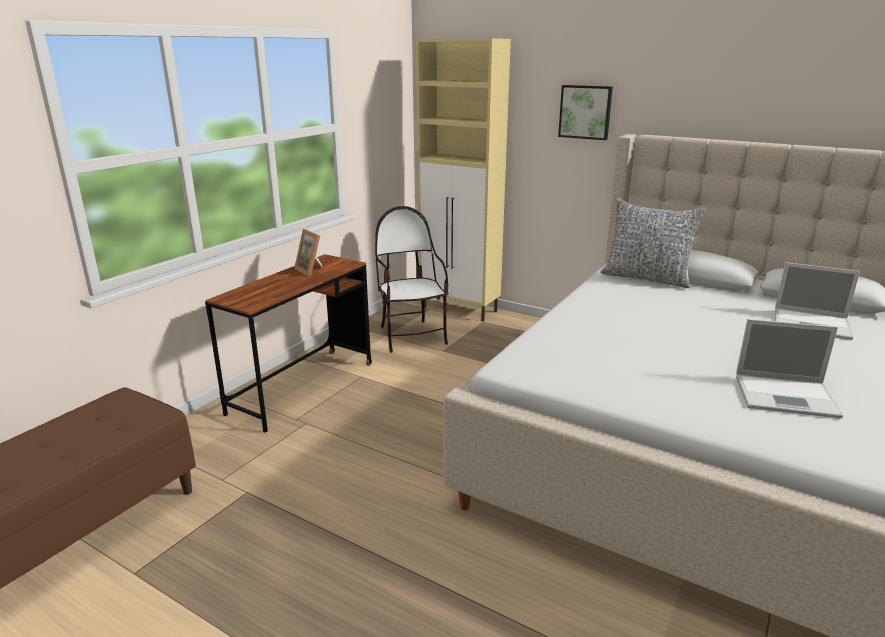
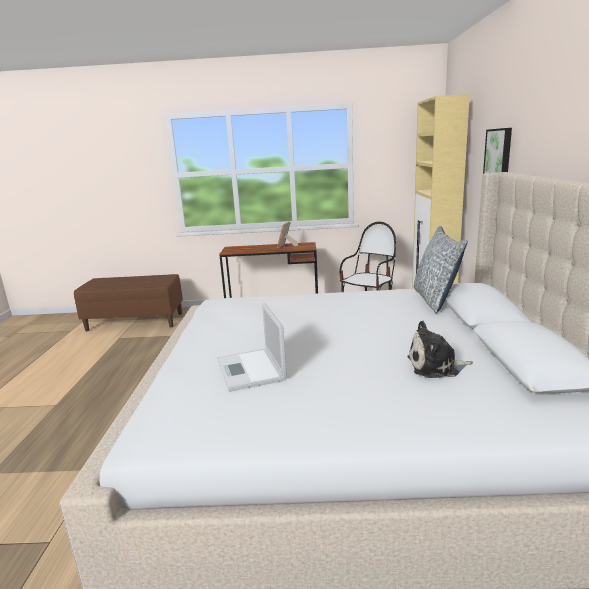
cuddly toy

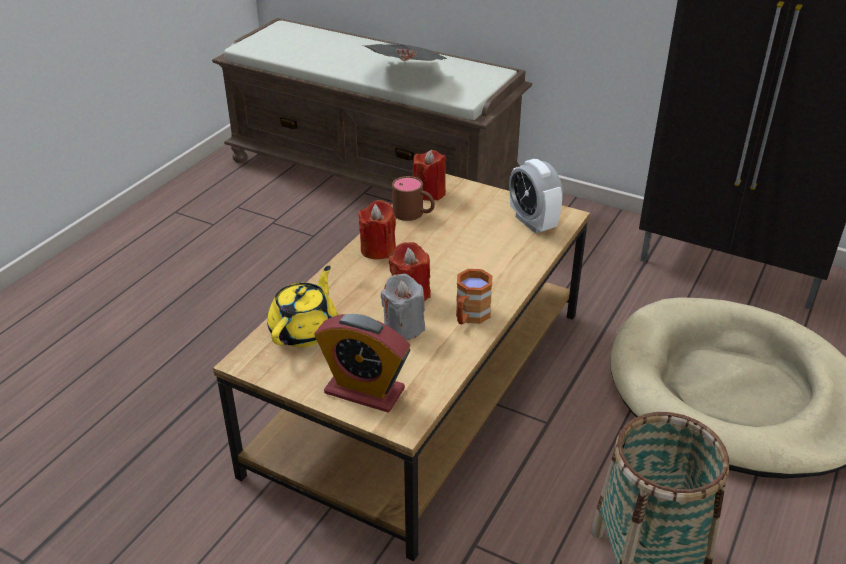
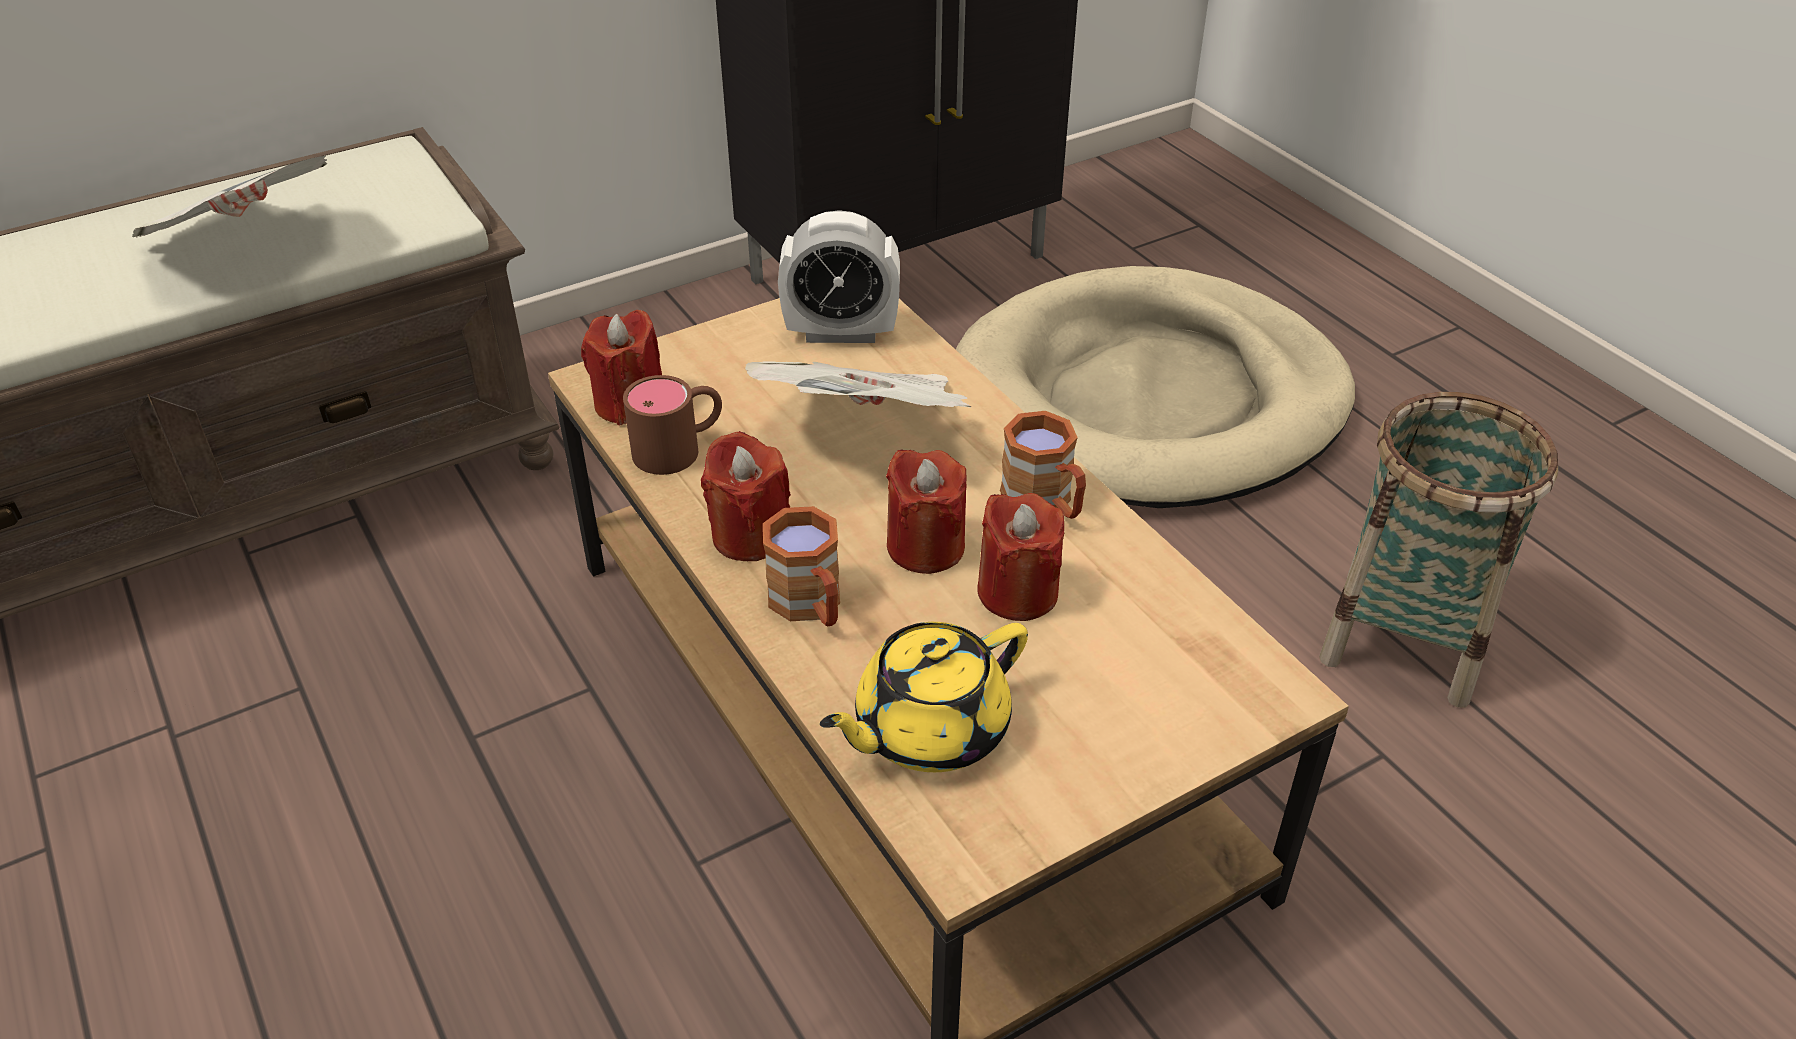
yellow pot for tea
table clock (1st from left in the first image)
red wax light (4th from left)
daily paper (2nd from left)
brown tea mug (2nd from left)

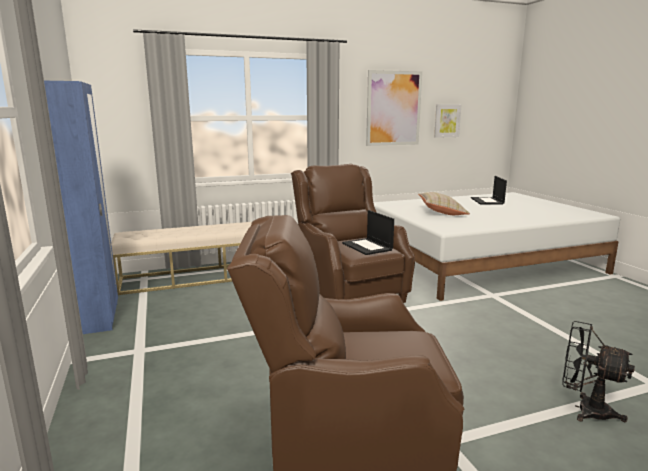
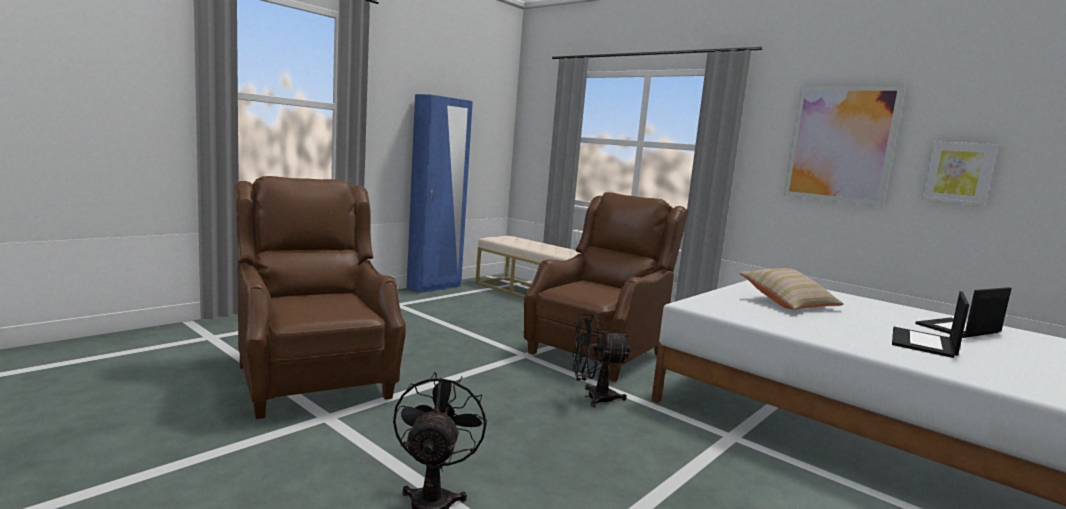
laptop (1st from left)
blackish cooling fan (2nd from left)

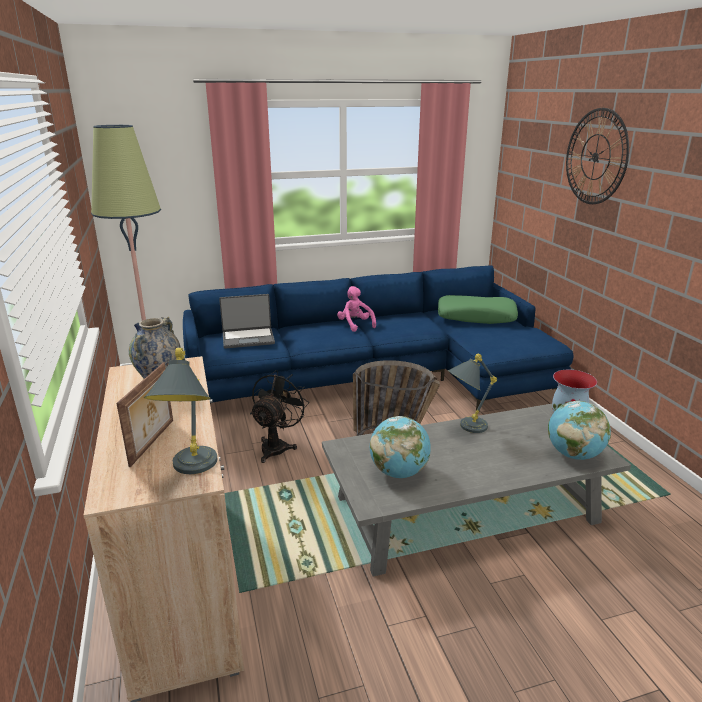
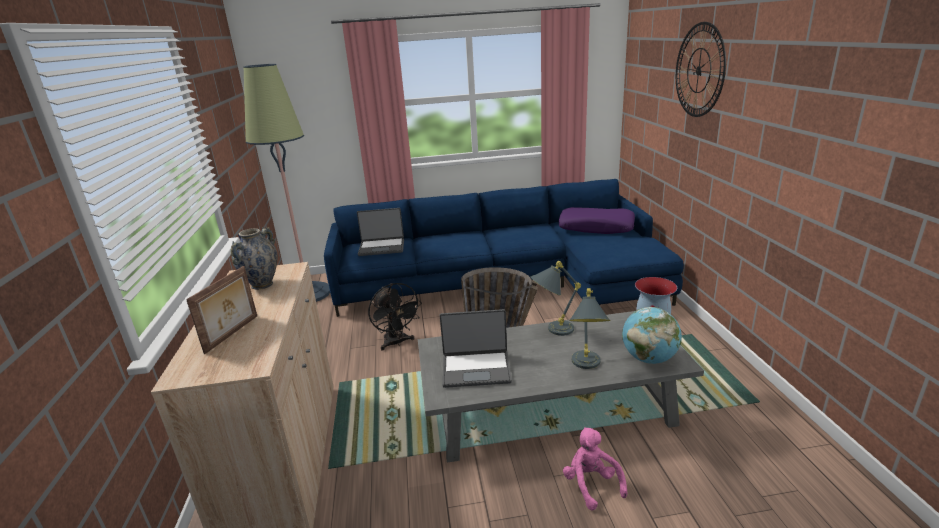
gray lamp for a table (2nd from left)
blackish cooling fan
pink cuddly toy
laptop (2nd from left)
purple cushion

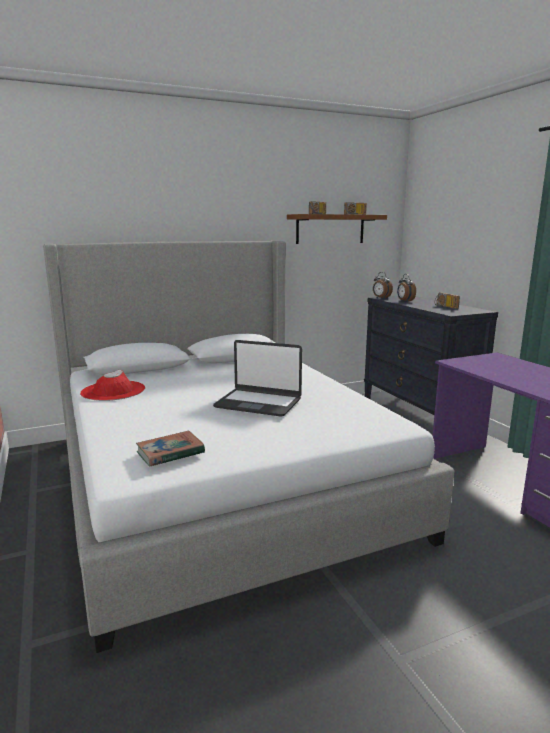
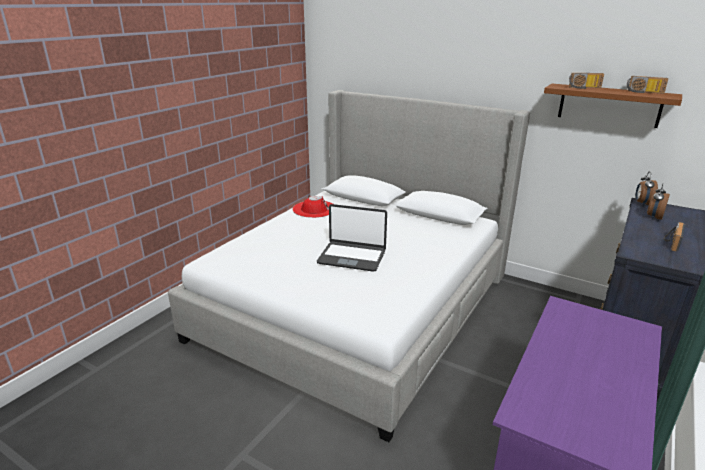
book
laptop

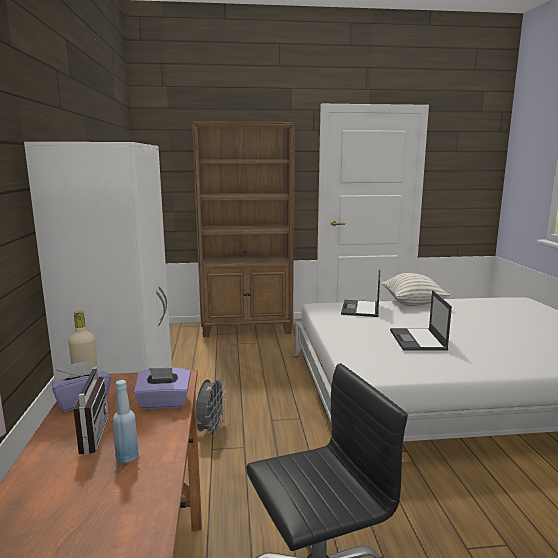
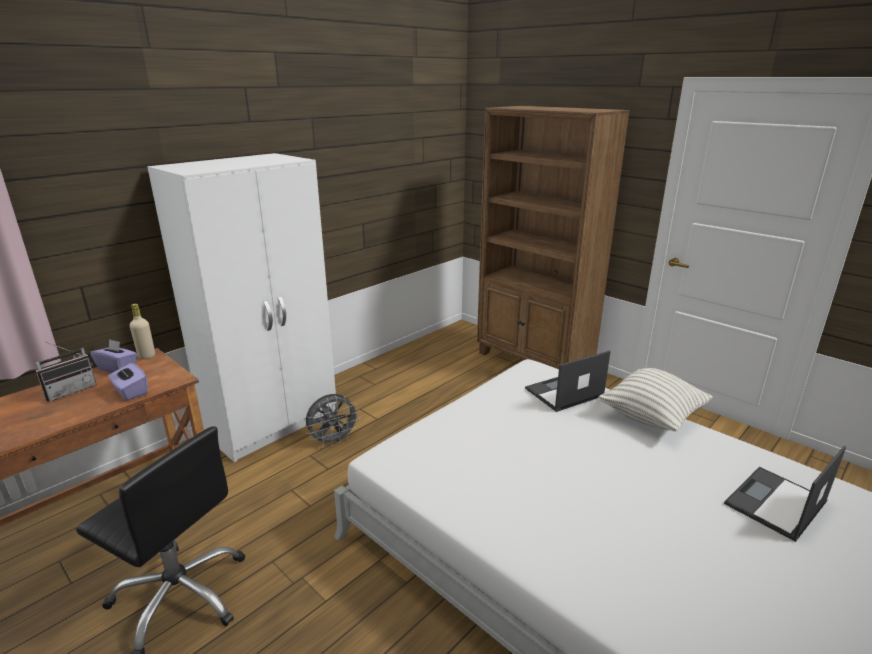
blue bottle
laptop (2nd from left)

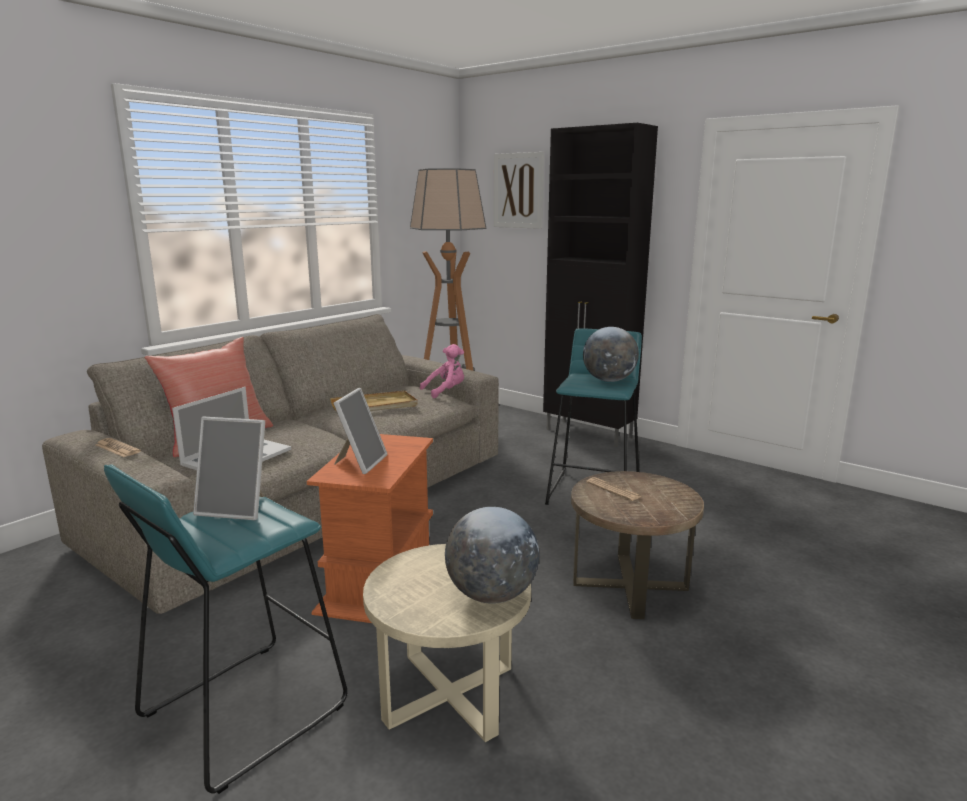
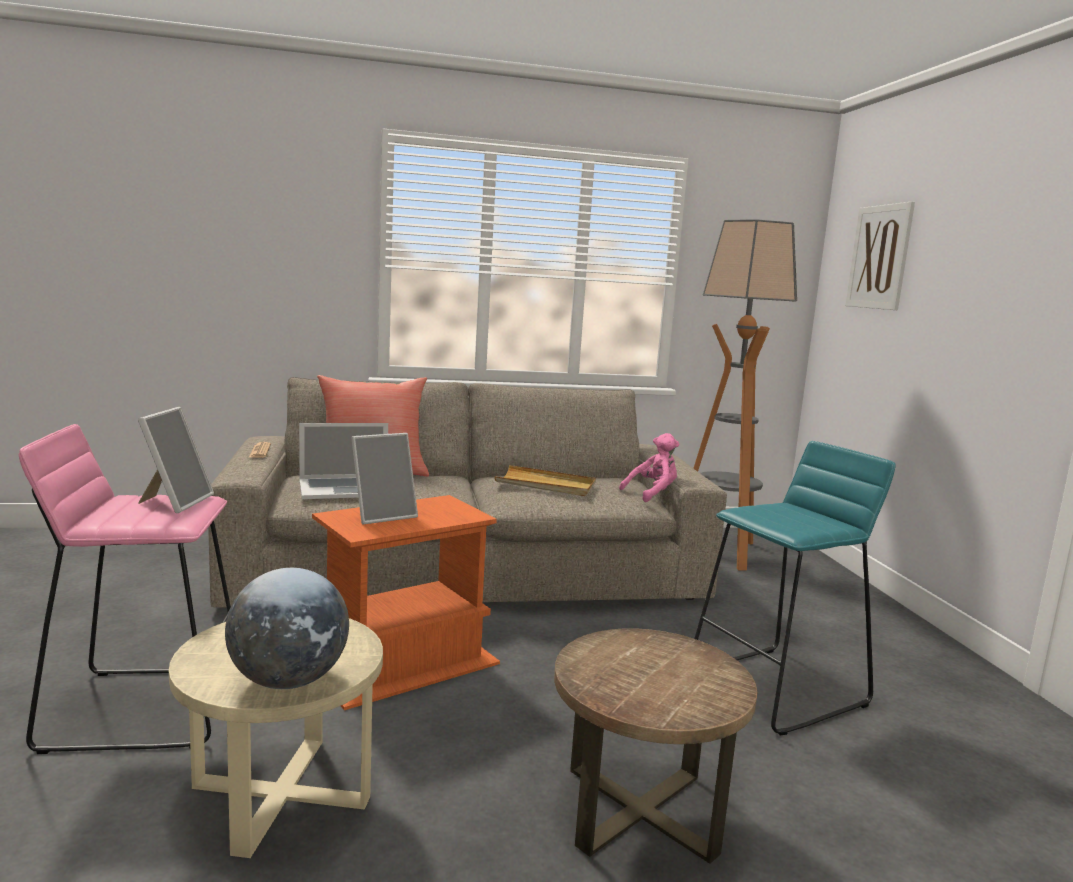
pink sitting stool
photo frame (1st from left)
pink cuddly toy
blackish cabinet
desk globe (2nd from left in the first image)
daily paper (2nd from left in the first image)

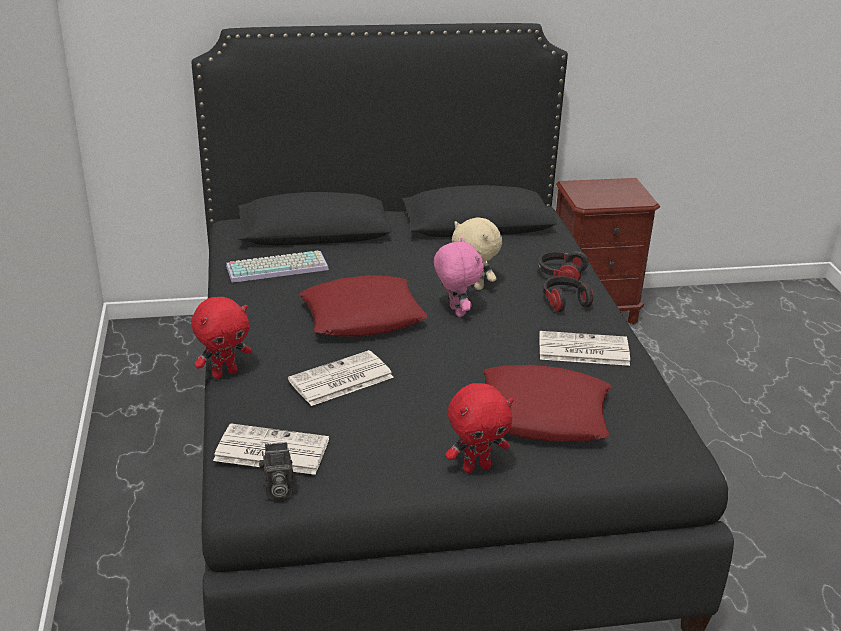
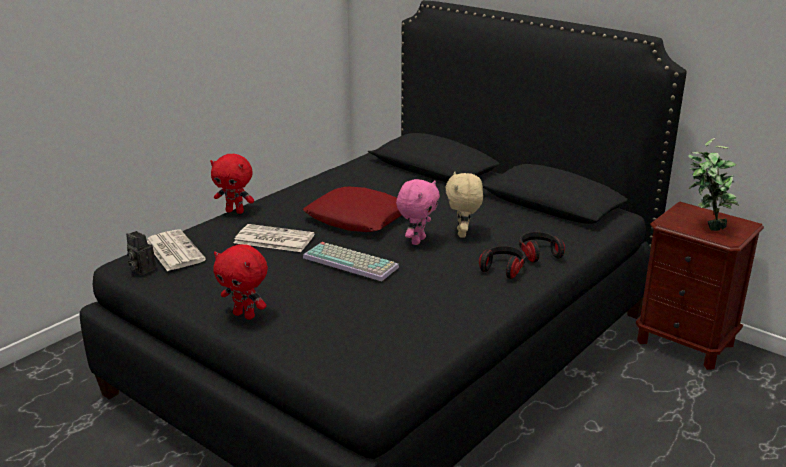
PC keyboard
red cushion (2nd from left in the first image)
daily paper (3rd from left in the first image)
plant in a pot

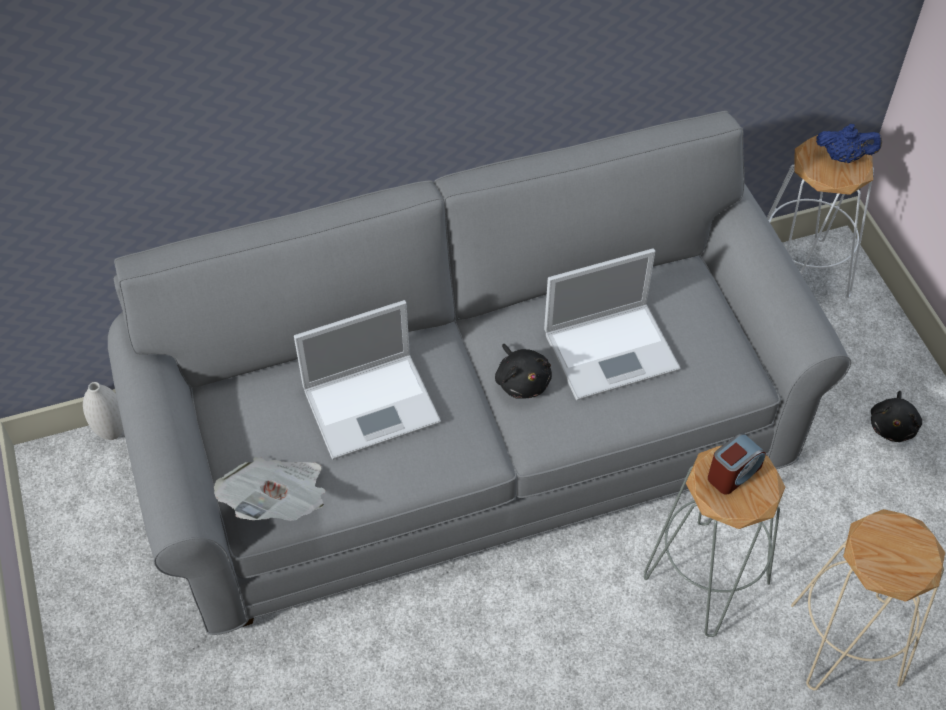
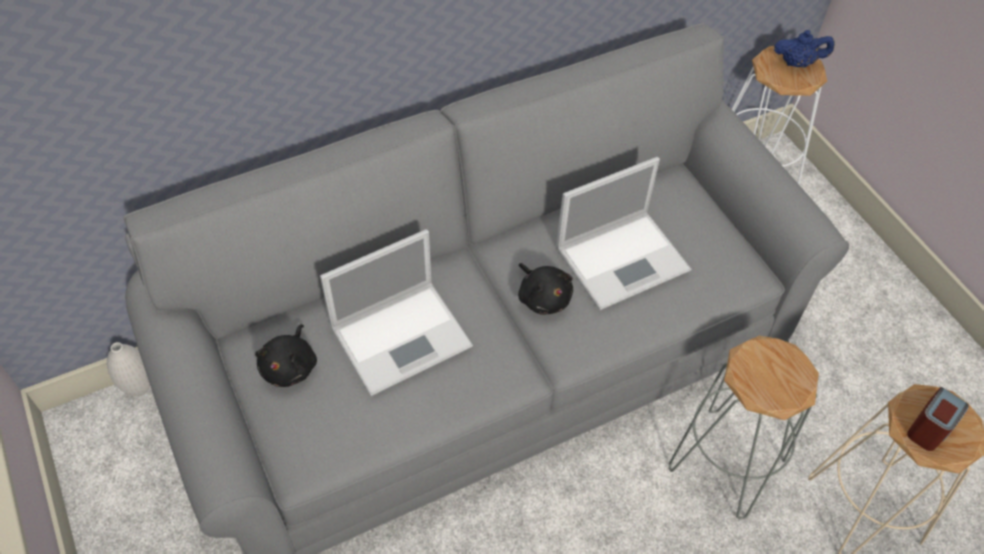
daily paper
table clock
blackish cuddly toy (1st from left)

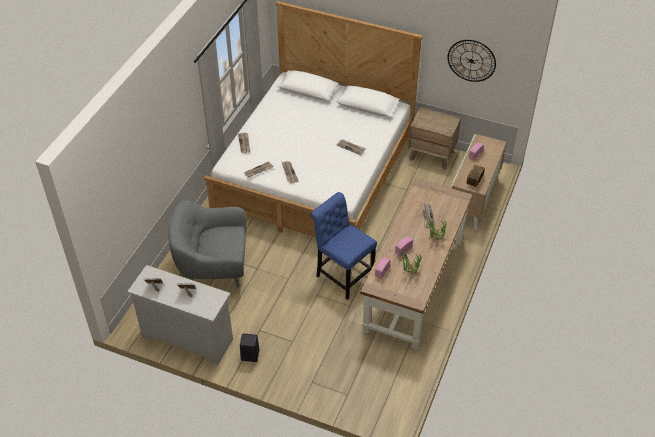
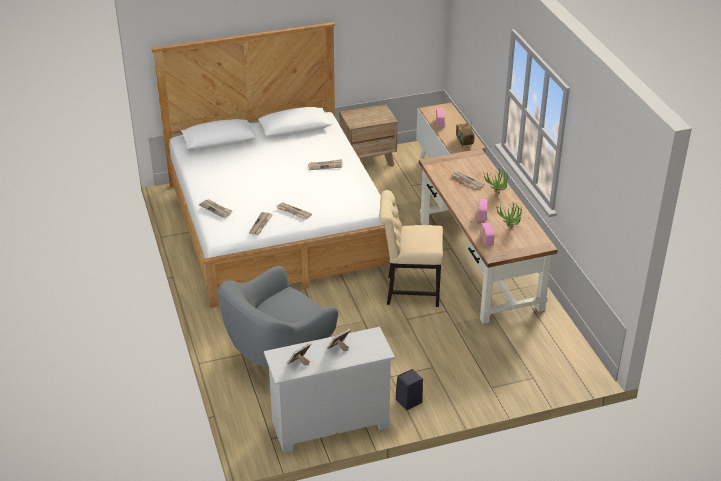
sand-coloured chair
wall clock

